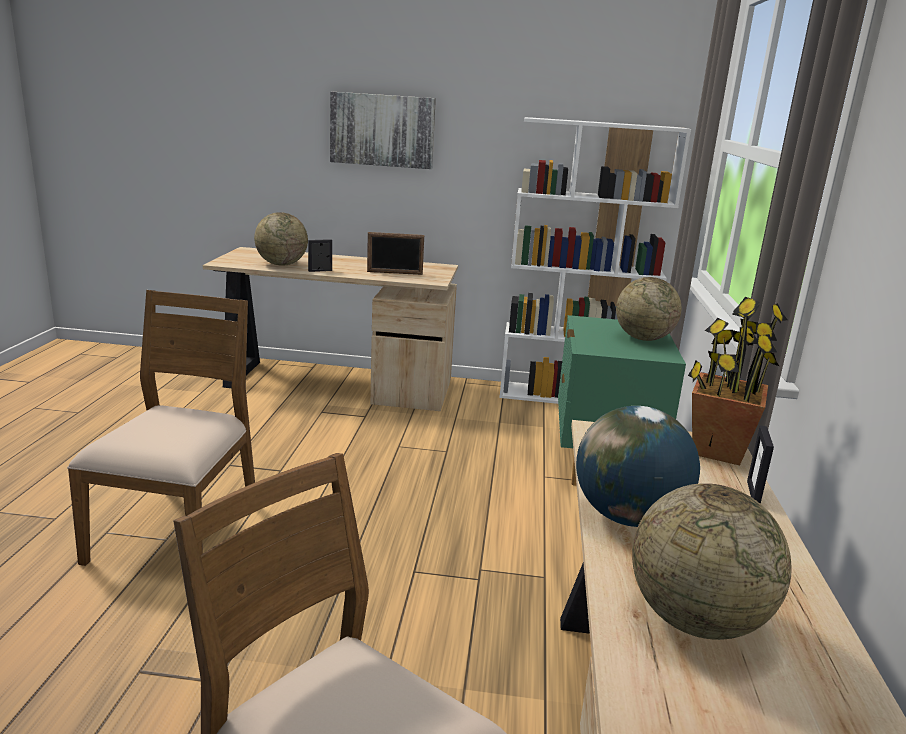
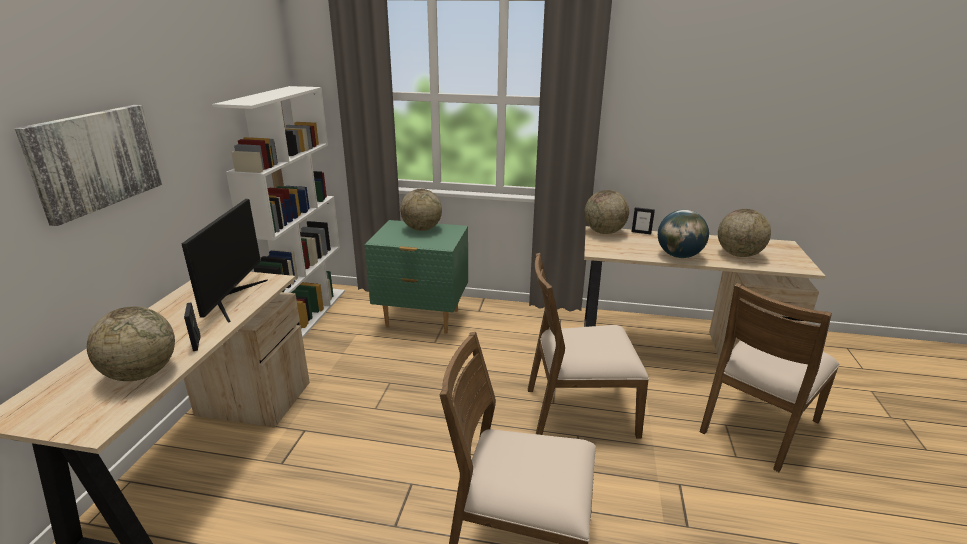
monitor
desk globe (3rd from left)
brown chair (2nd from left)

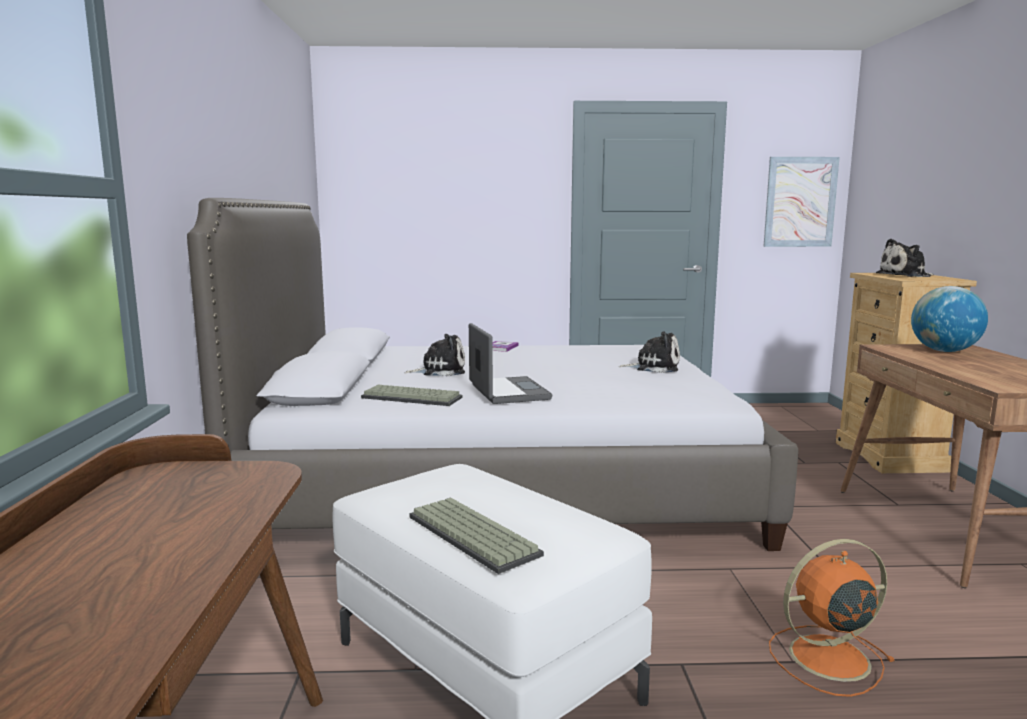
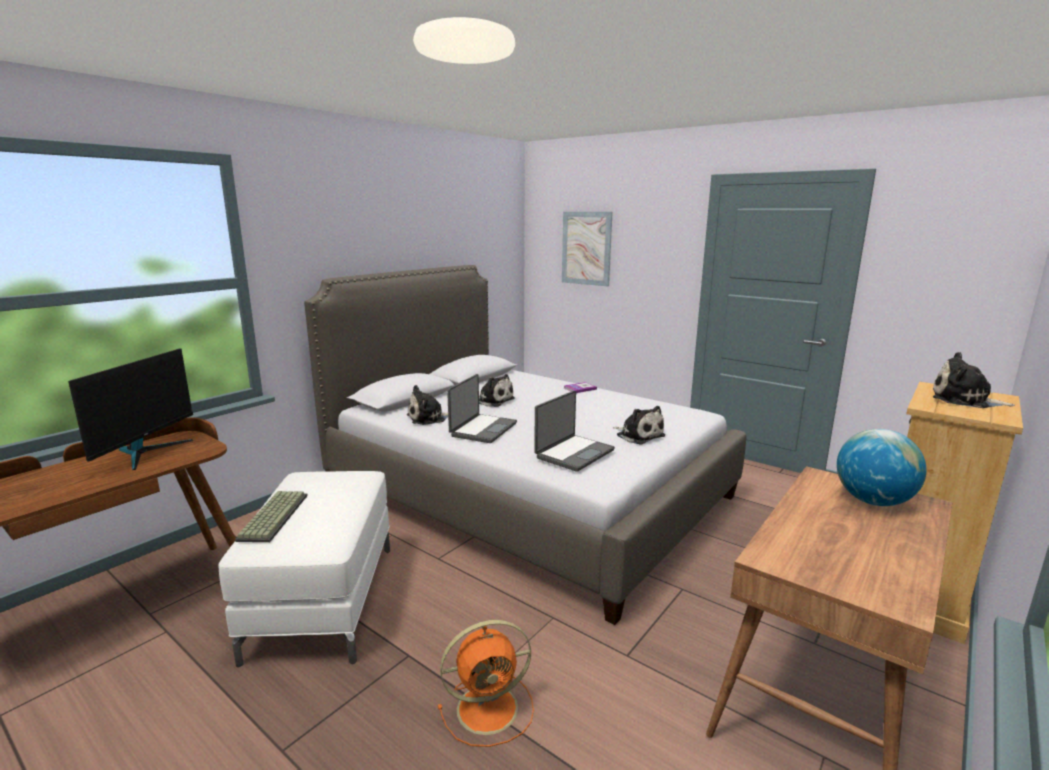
cuddly toy (1st from left)
wall picture
orangey cooling fan
monitor
laptop (2nd from left)

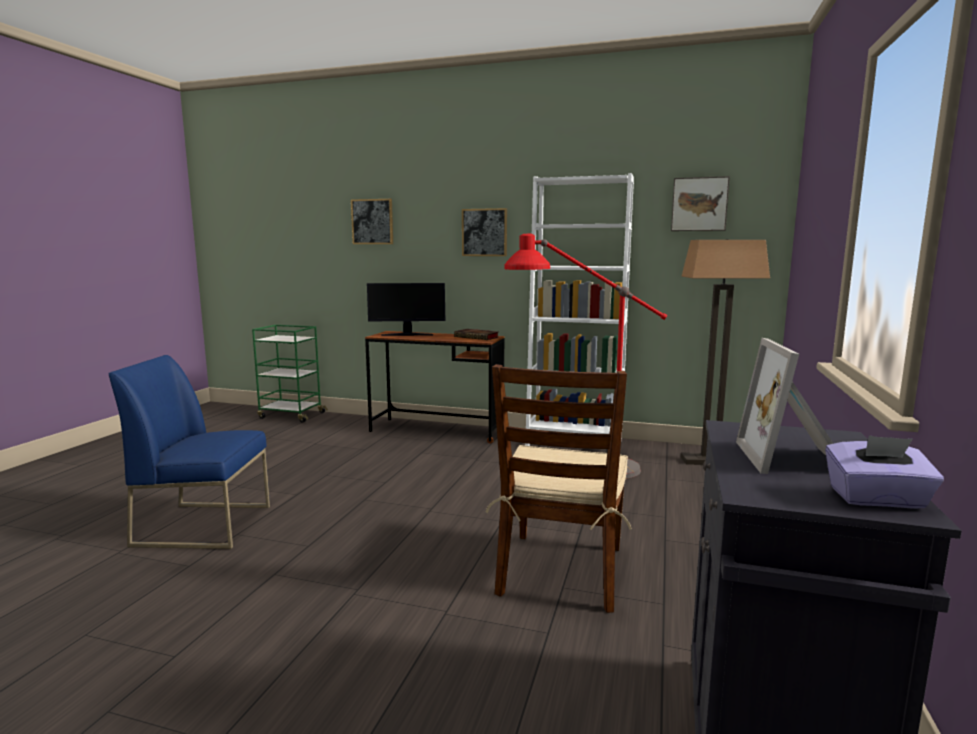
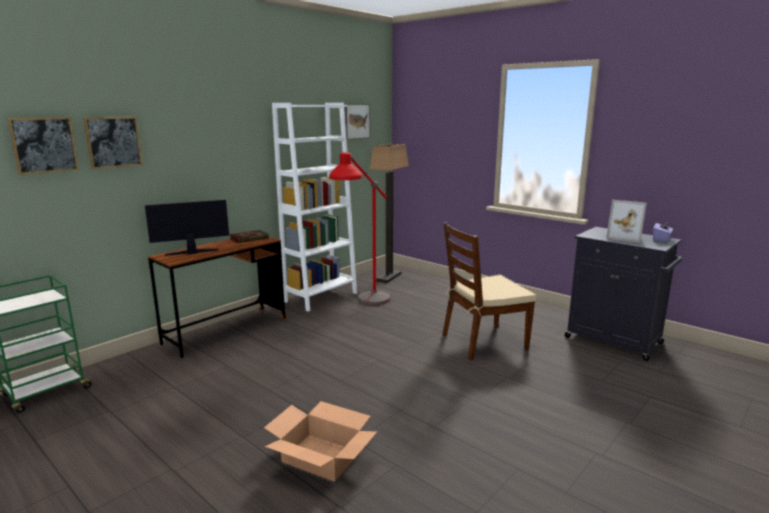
carton
monitor
wall picture (1st from left)
brown chair

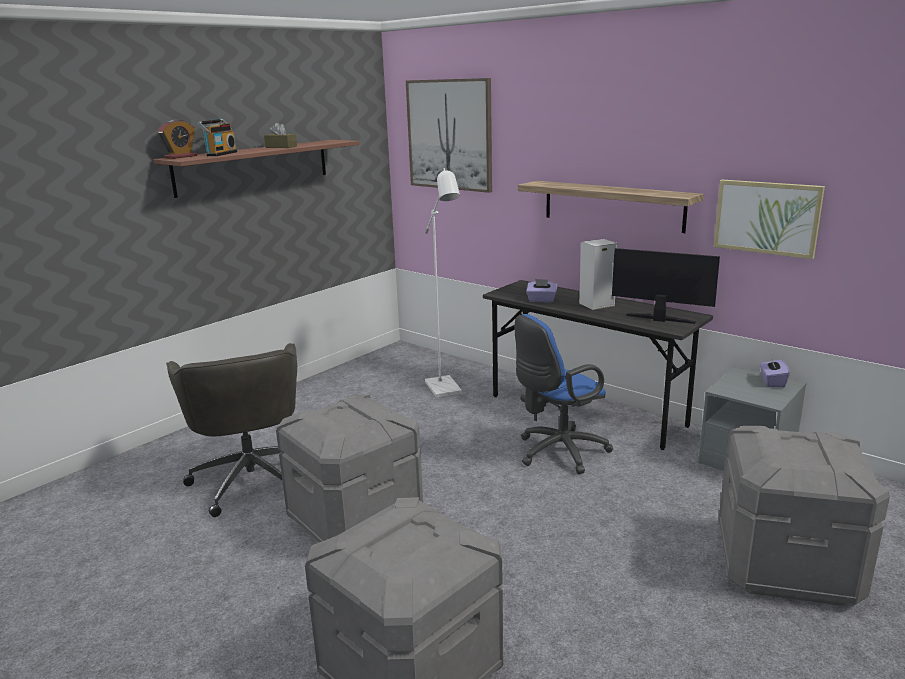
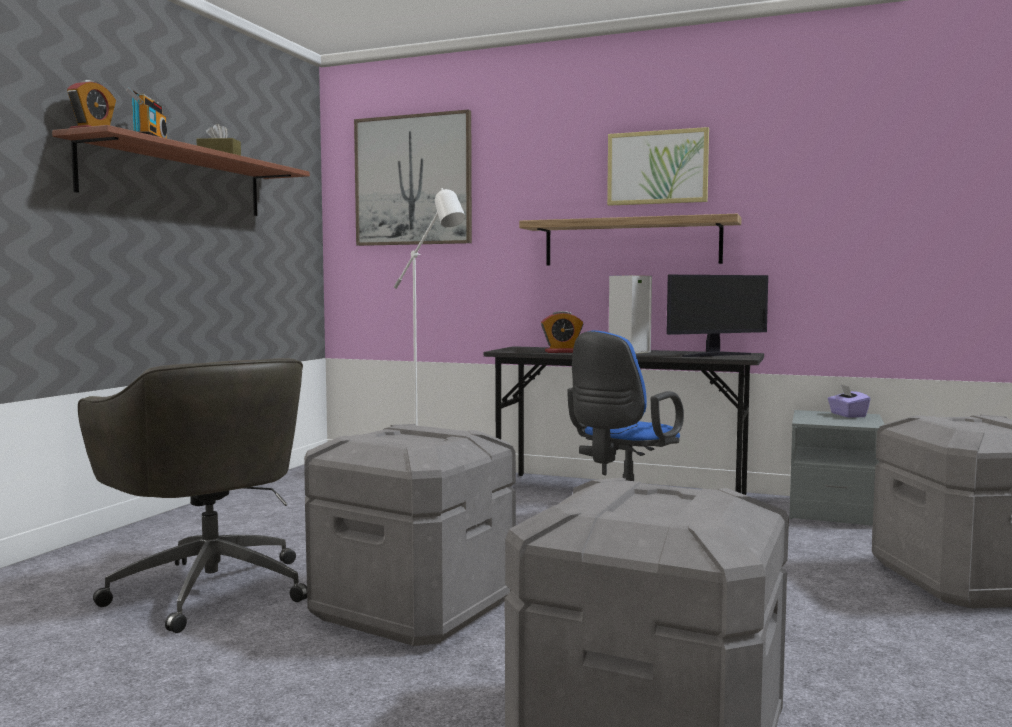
table clock (2nd from left)
monitor
wall picture (2nd from left)

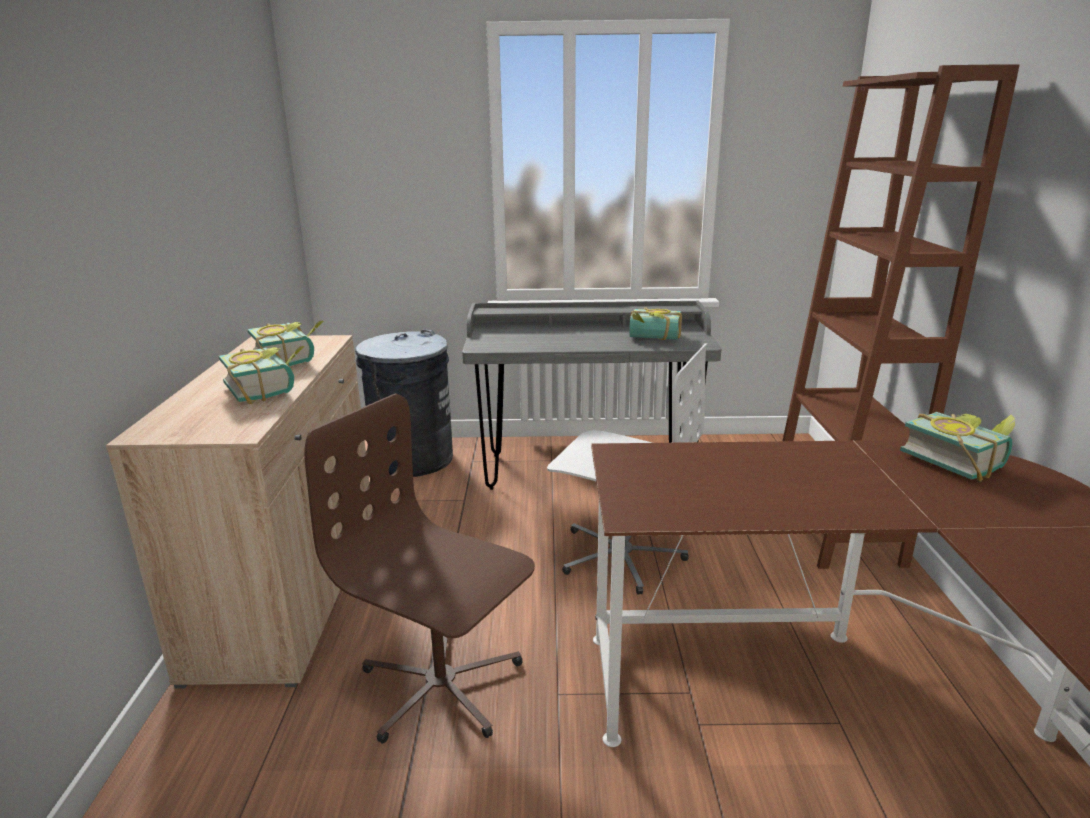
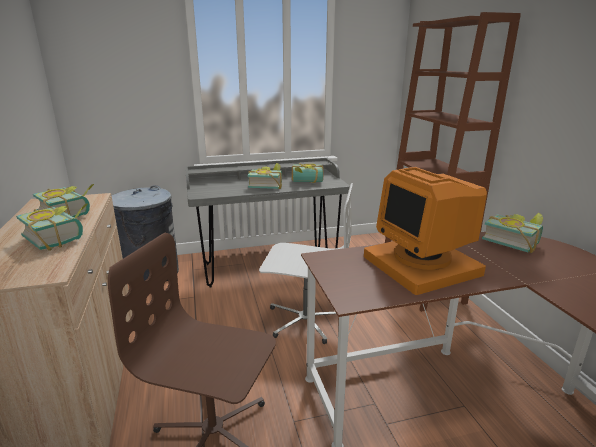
book (3rd from left)
monitor

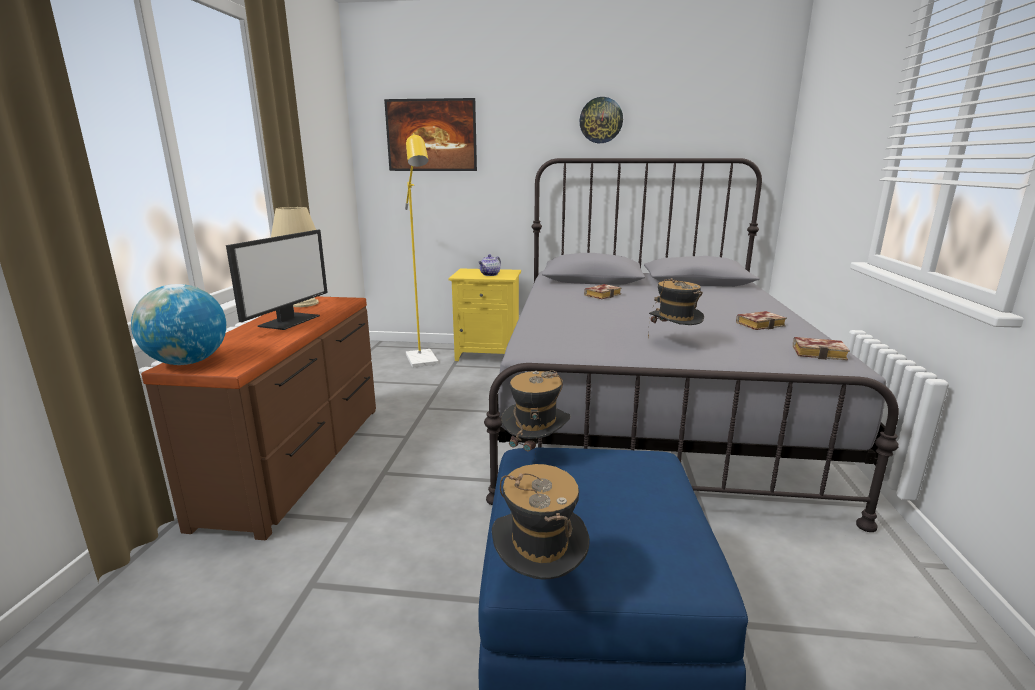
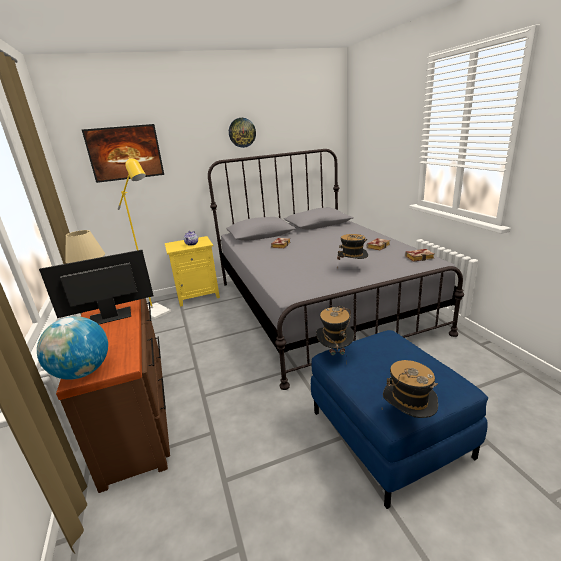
monitor

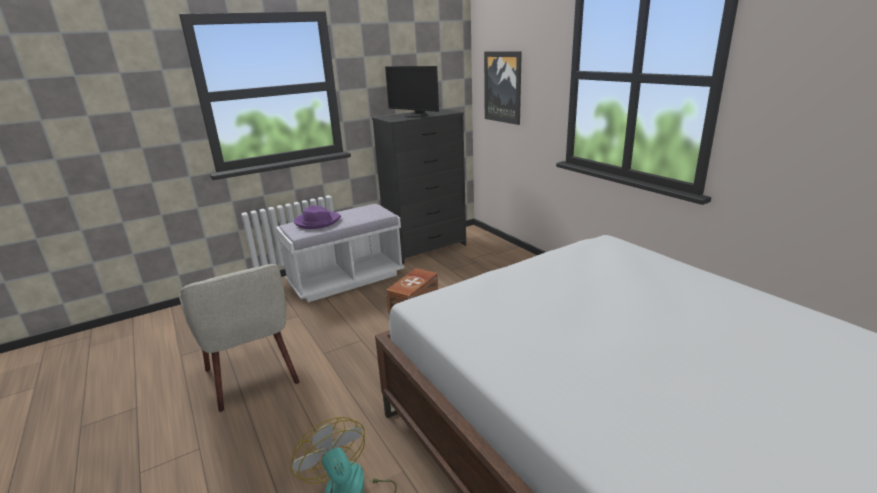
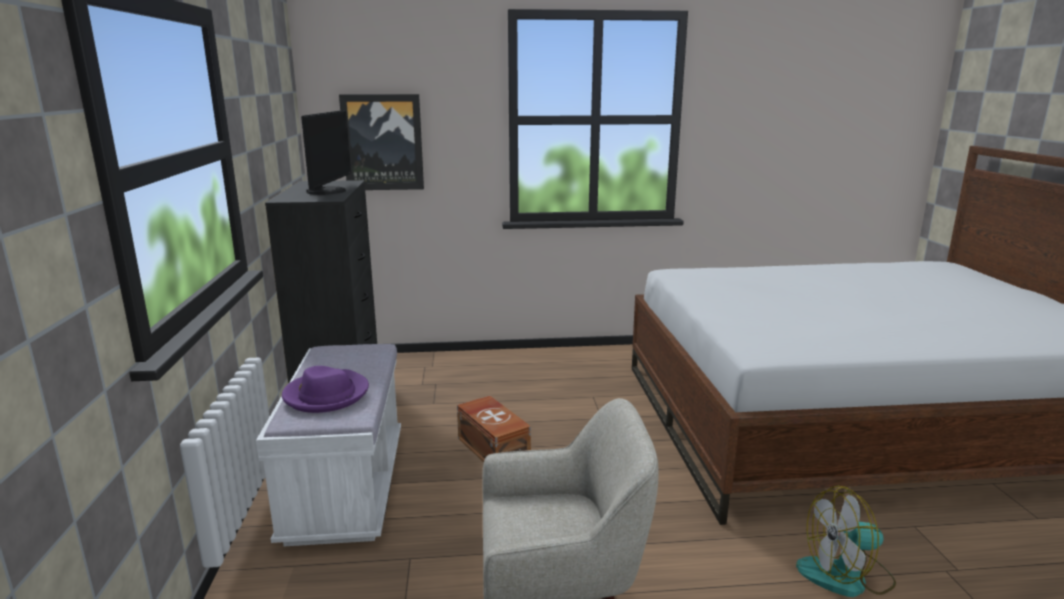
monitor

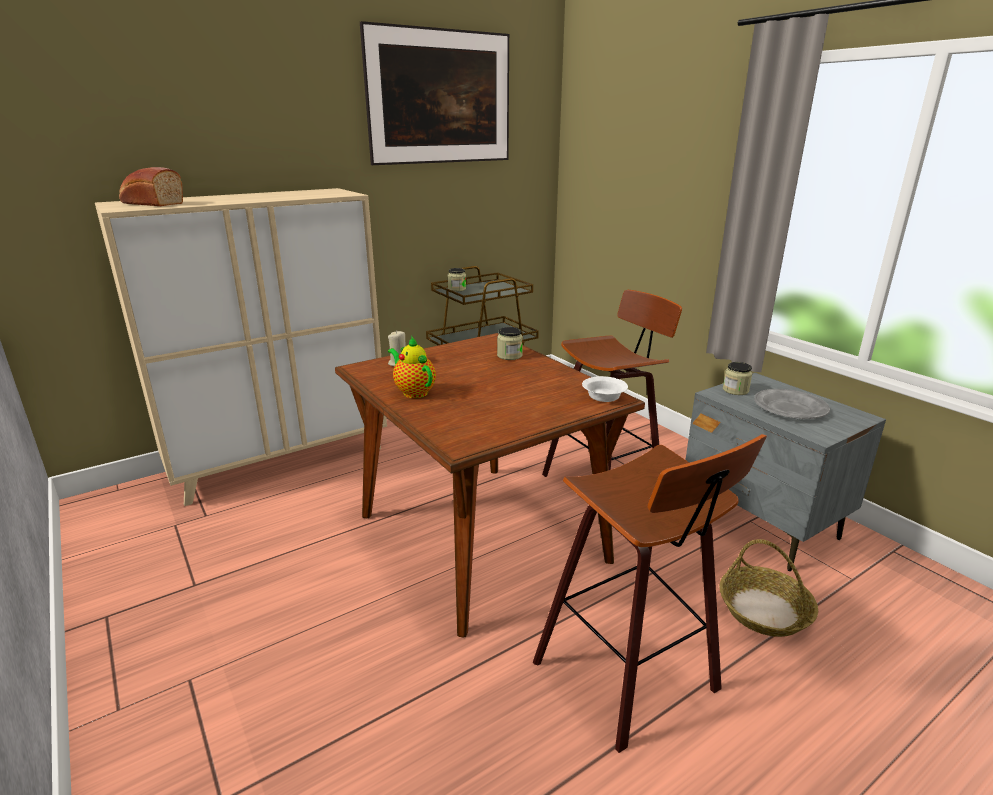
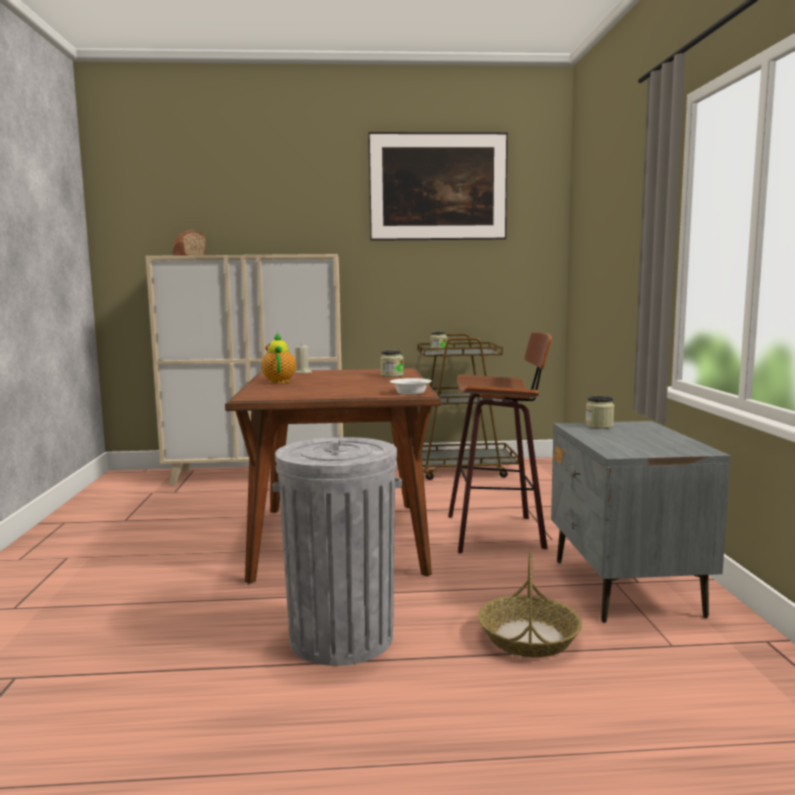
gray waste bin
gray dinner plate

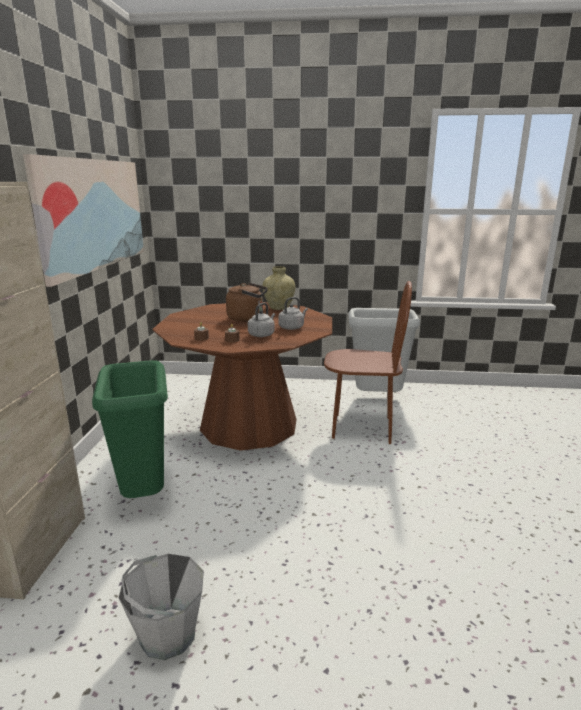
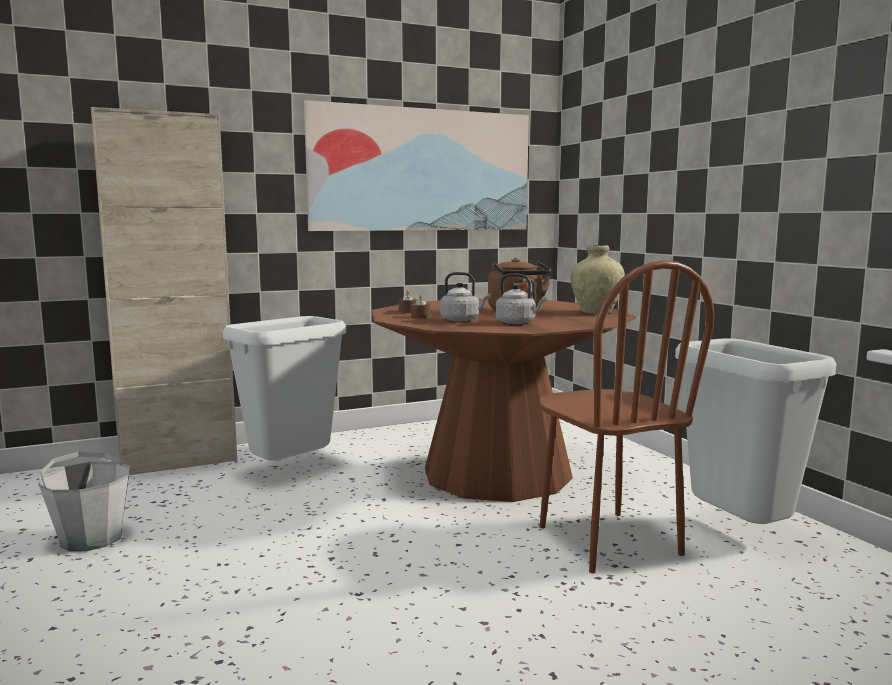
gray waste bin (1st from left)

